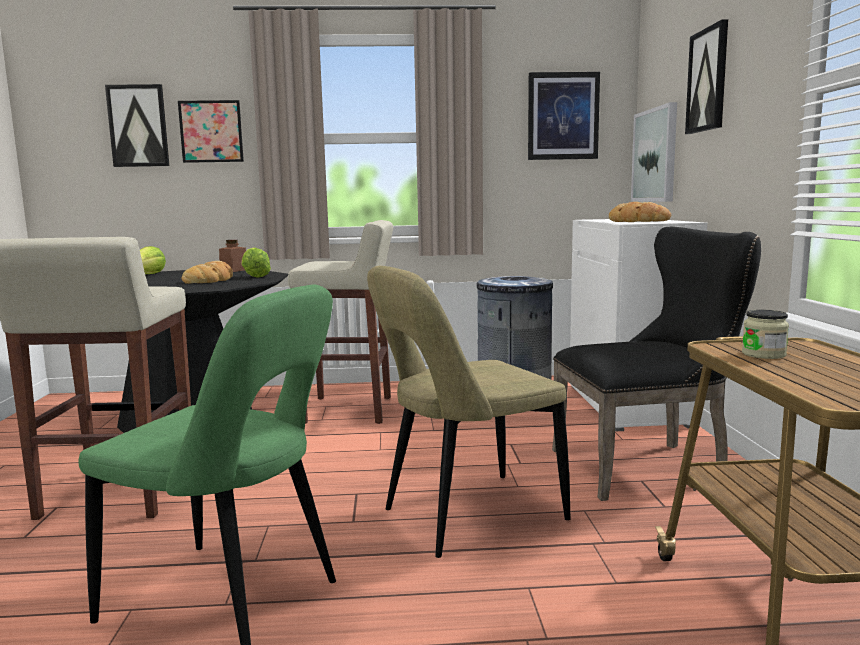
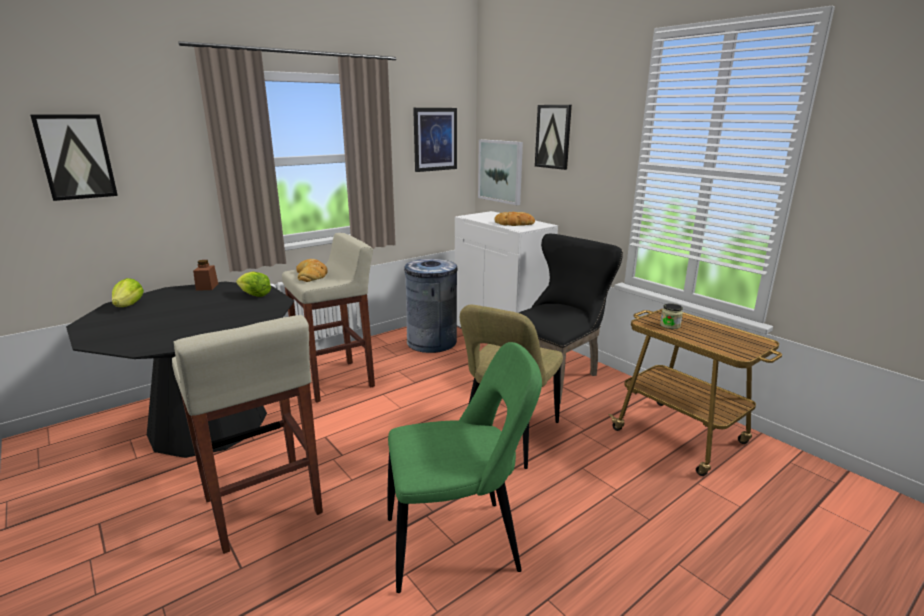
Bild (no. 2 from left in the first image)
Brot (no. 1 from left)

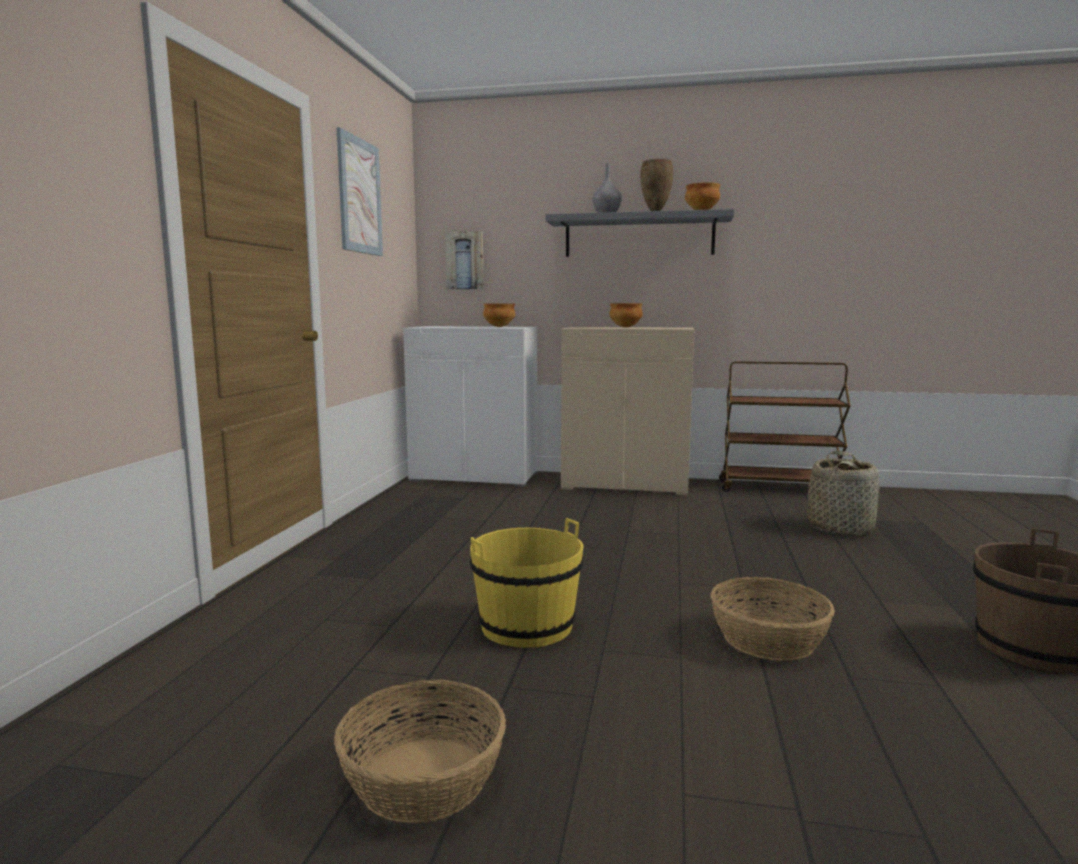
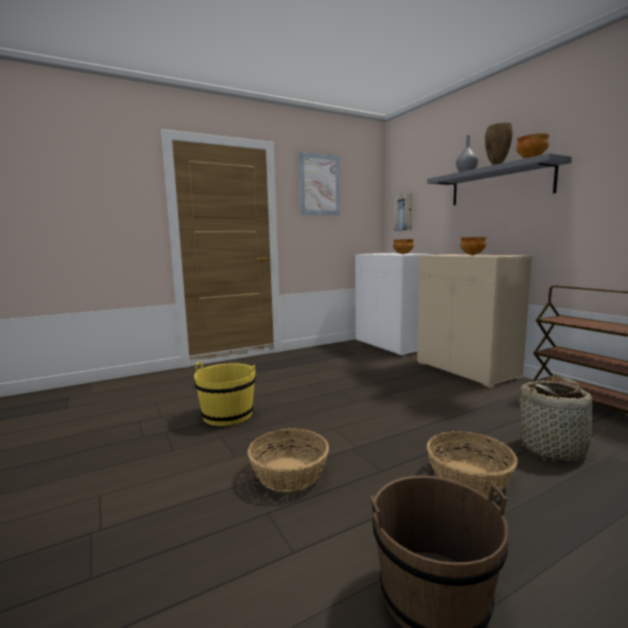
Korb (no. 2 from left)

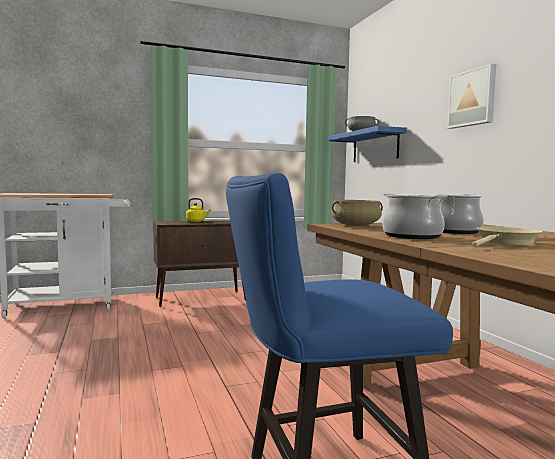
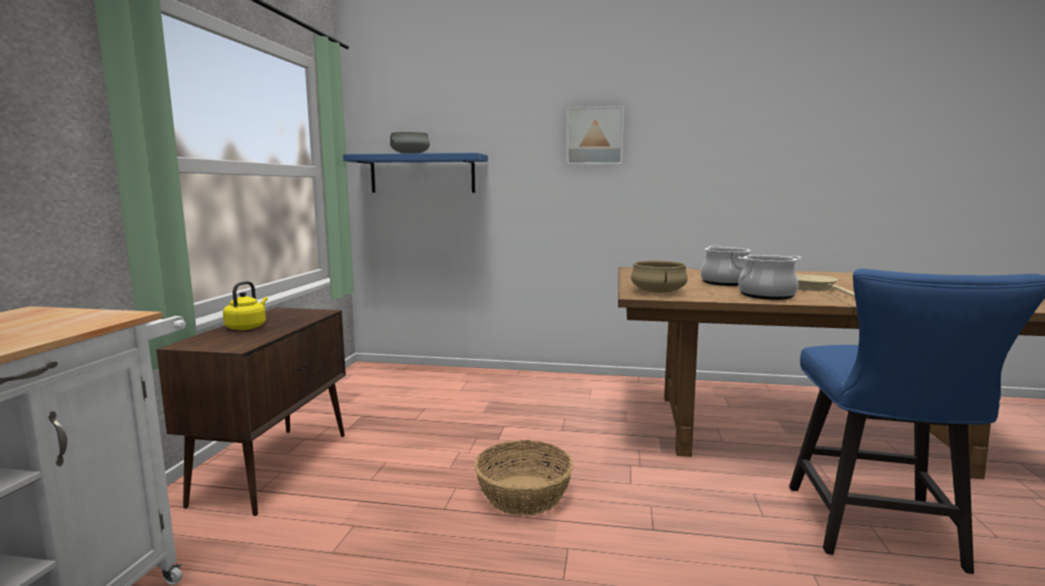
Korb

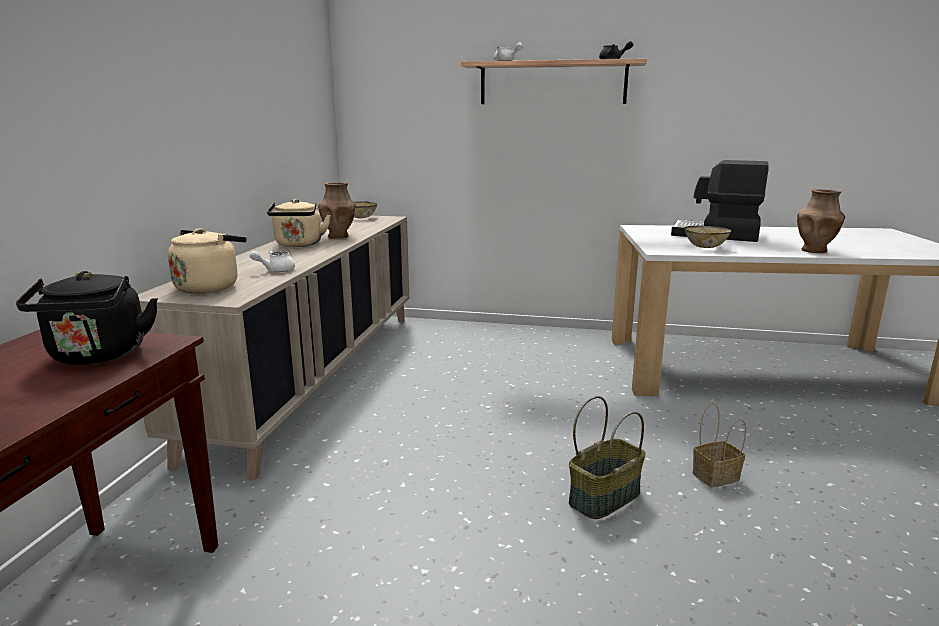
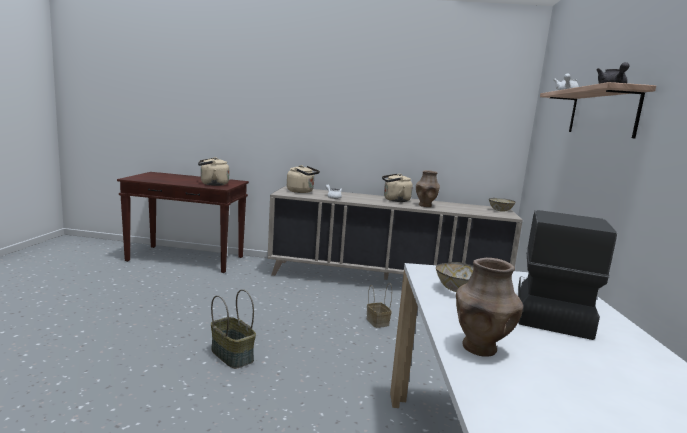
Wasserkessel [beige] (no. 1 from left)
Korb (no. 2 from left)

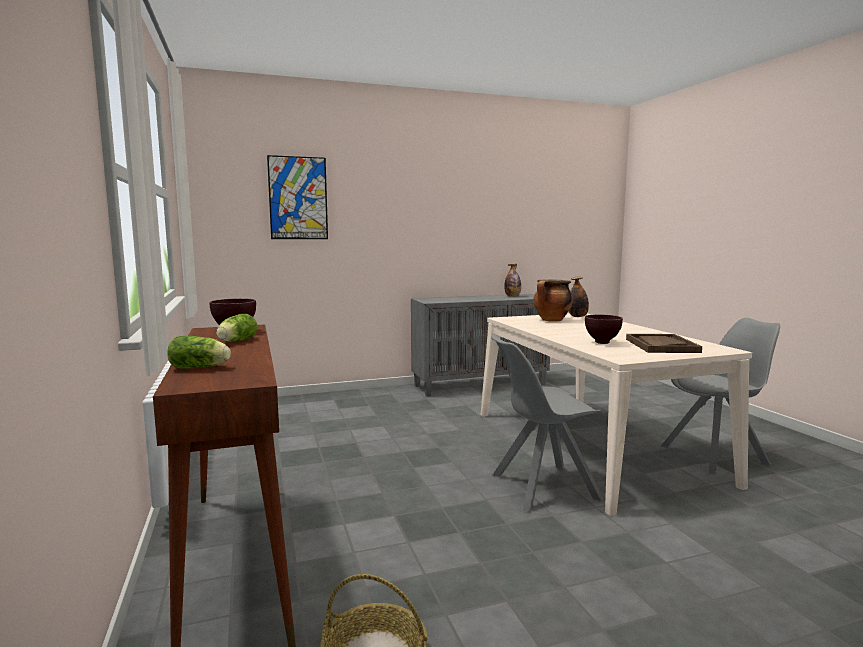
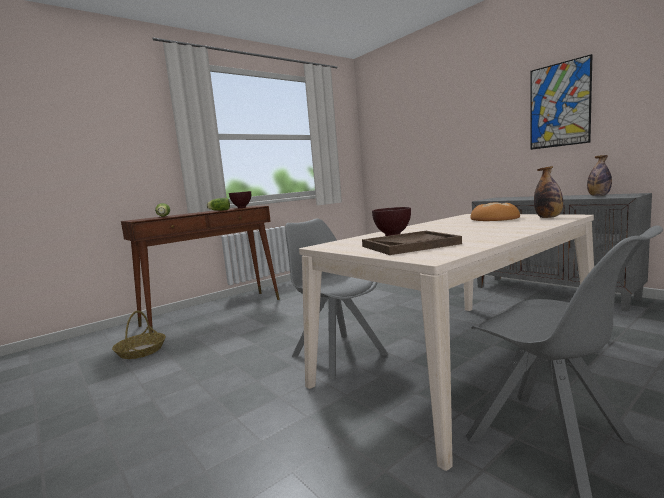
Bild
Brot

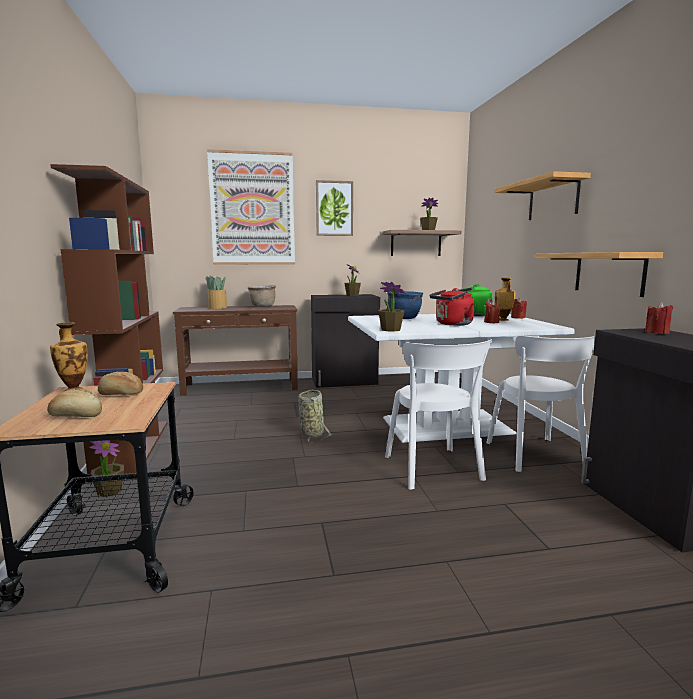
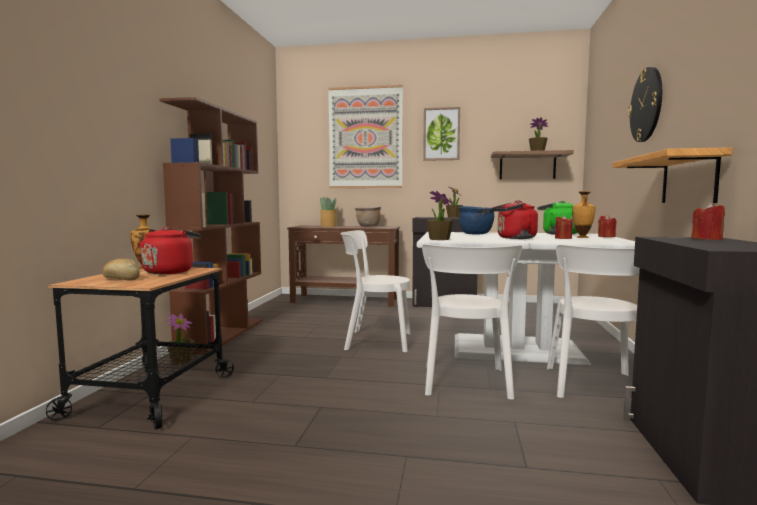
Wanduhr
Wasserkessel [rot] (no. 1 from left)
Stuhl [weiß] (no. 1 from left)

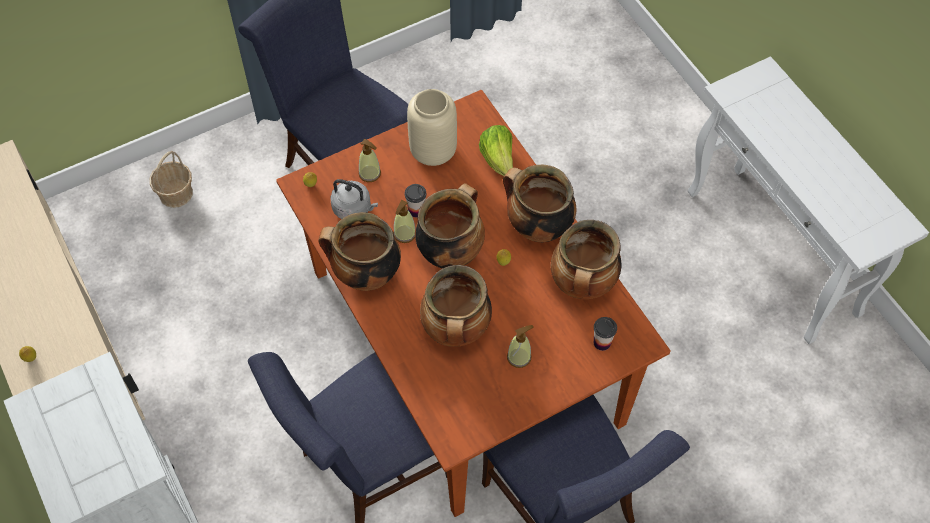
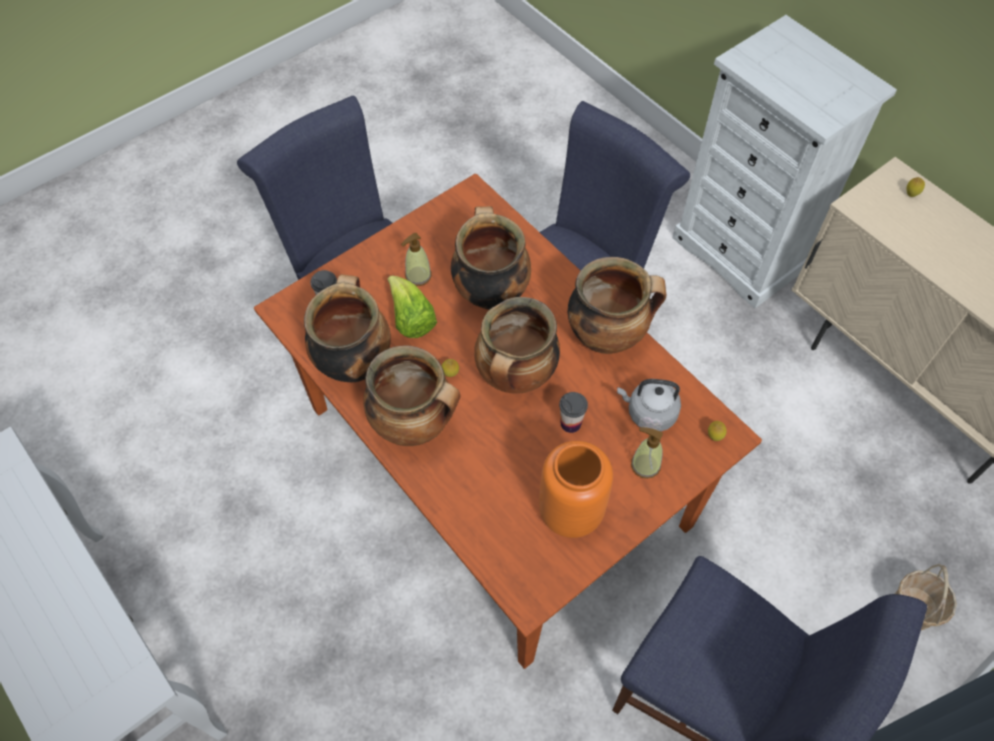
Vase [orange]
Salatkopf
Seifenspender (no. 2 from left in the first image)

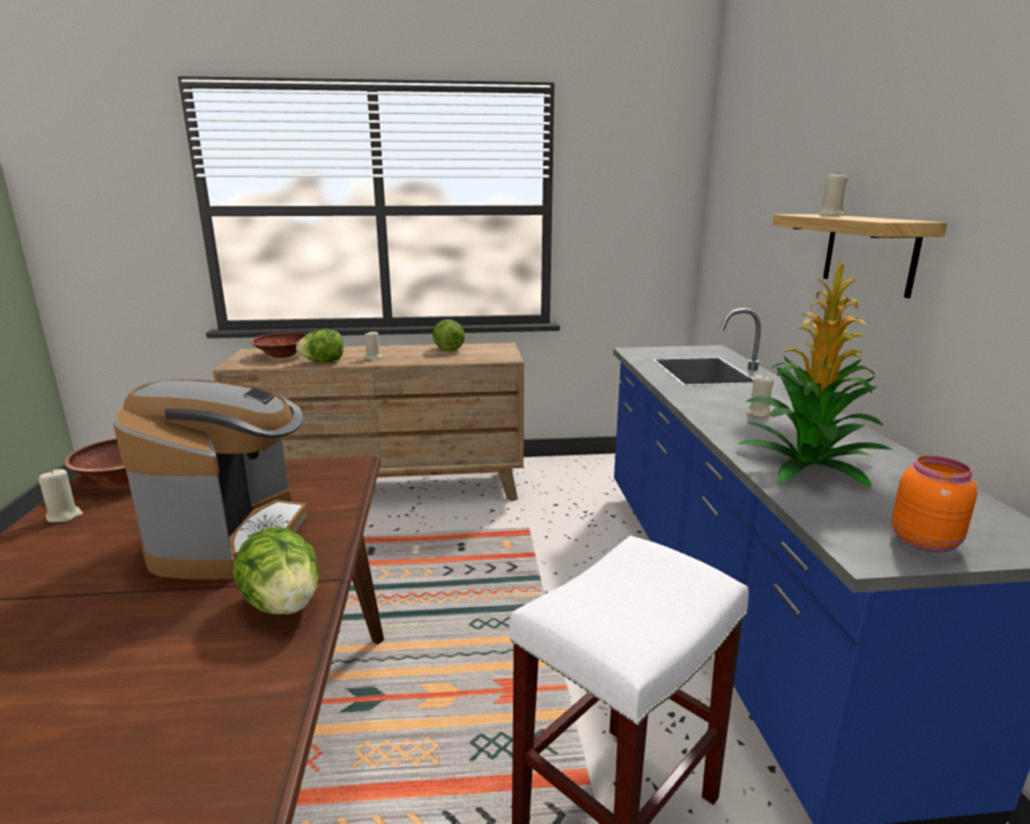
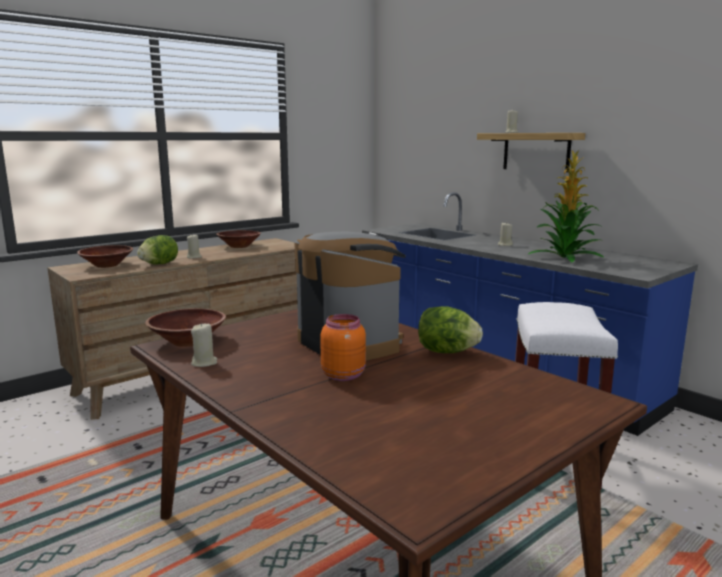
Schüssel [braun] (no. 3 from left)
Vorratsglas [orange]

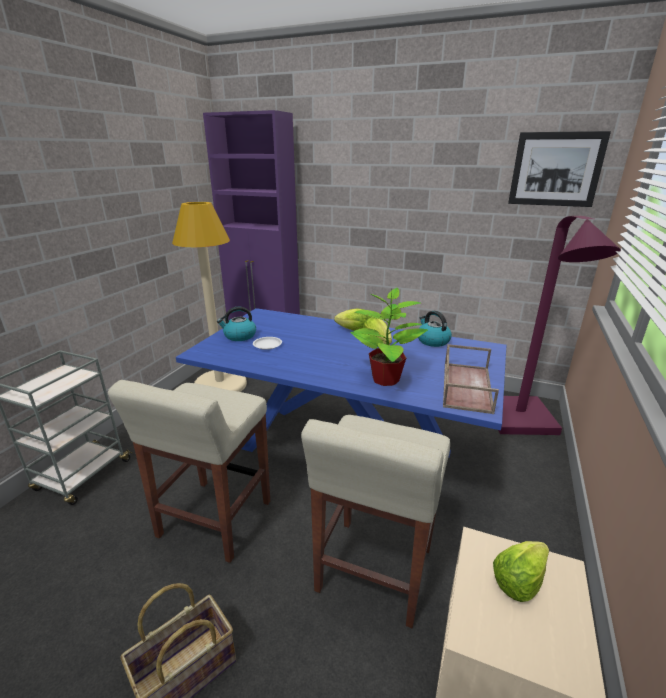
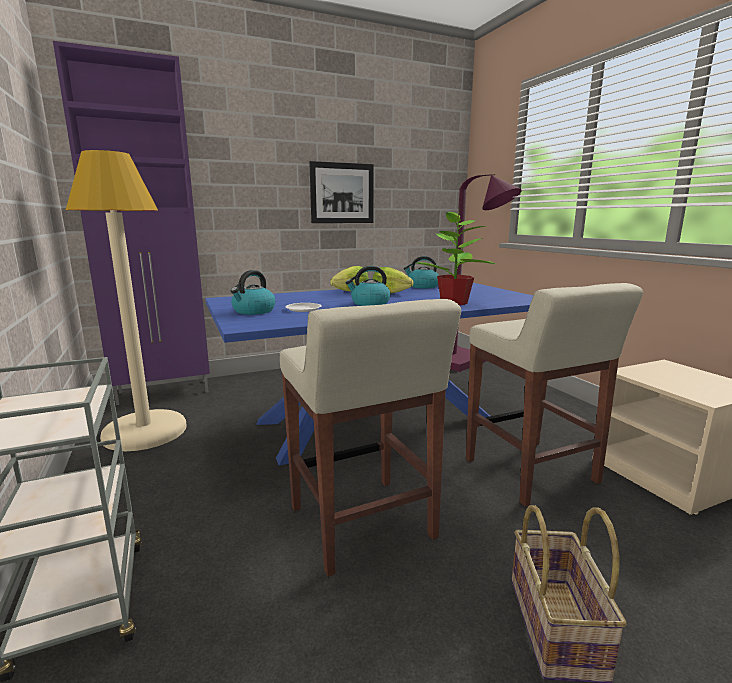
Bild
Tablett [braun]
Salatkopf (no. 3 from left in the first image)
Wasserkessel (no. 2 from left)

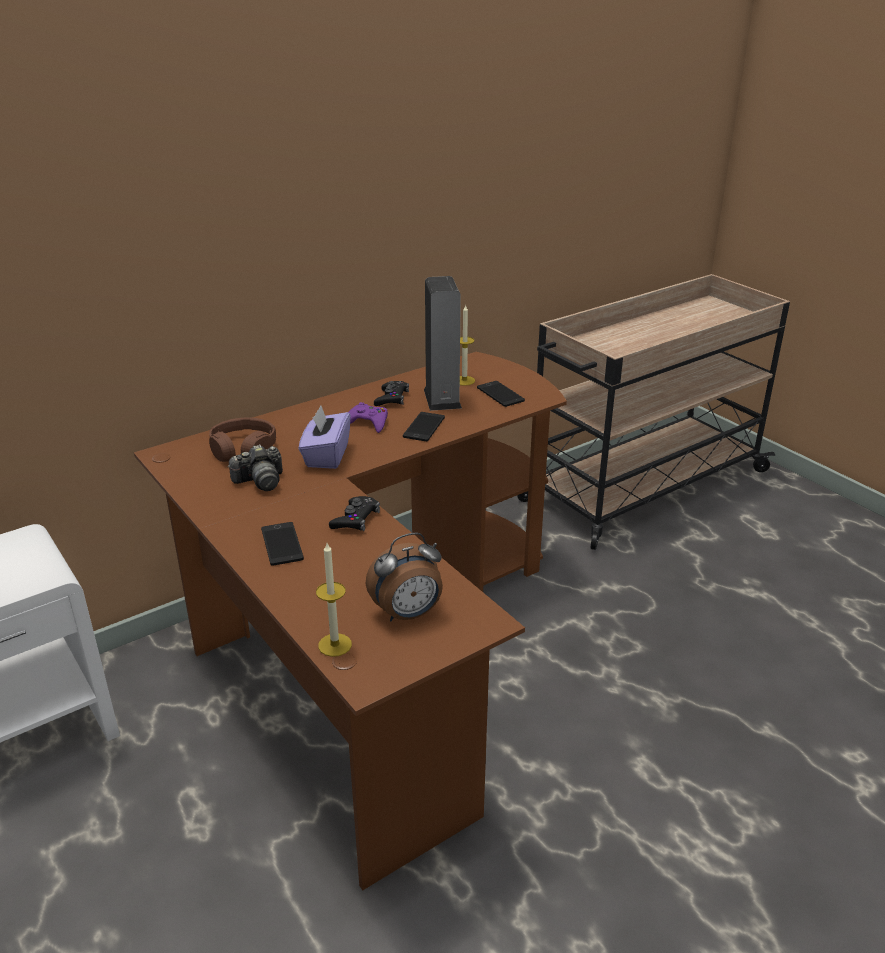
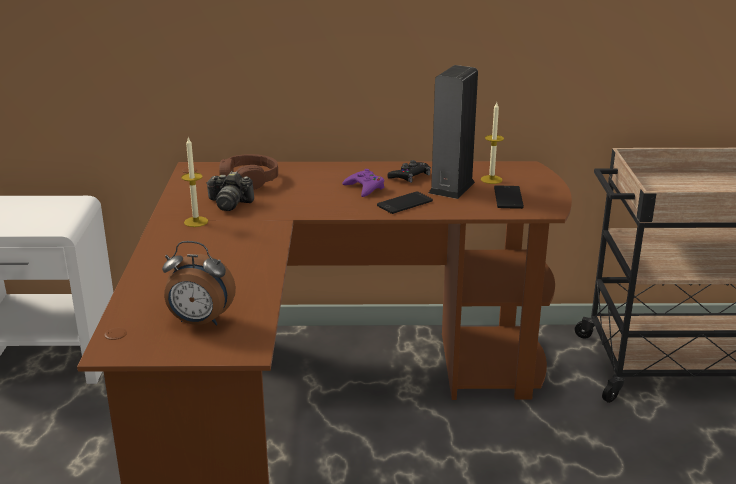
Taschentuchbox [lila]
Gamepad [schwarz] (no. 1 from left in the first image)
Handy (no. 1 from left in the first image)
Kerze (no. 1 from left)

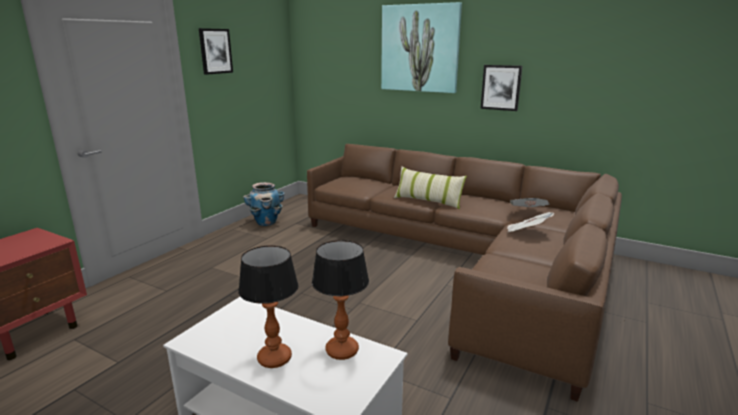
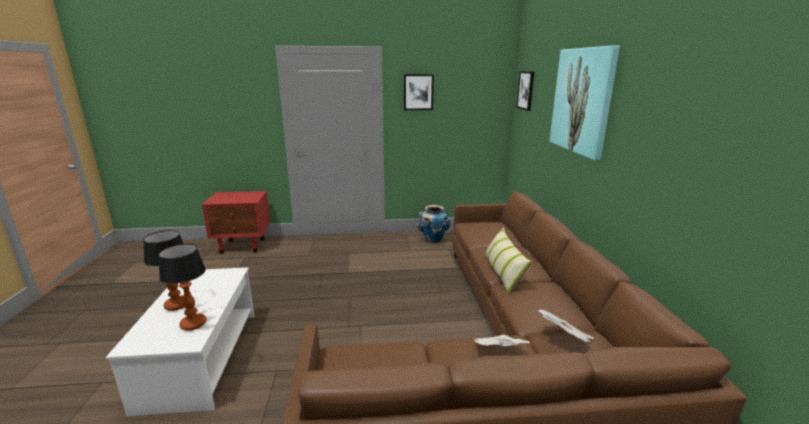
Bild (no. 2 from left)

